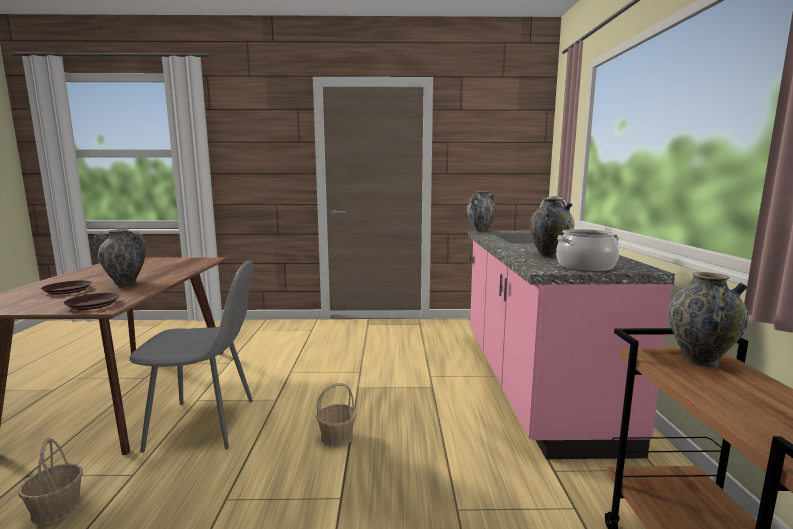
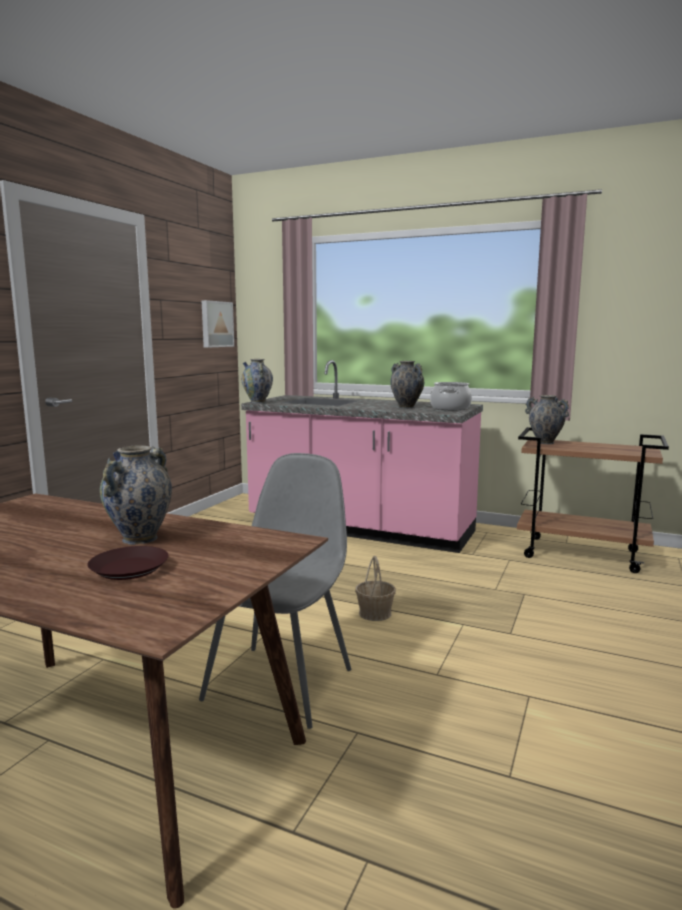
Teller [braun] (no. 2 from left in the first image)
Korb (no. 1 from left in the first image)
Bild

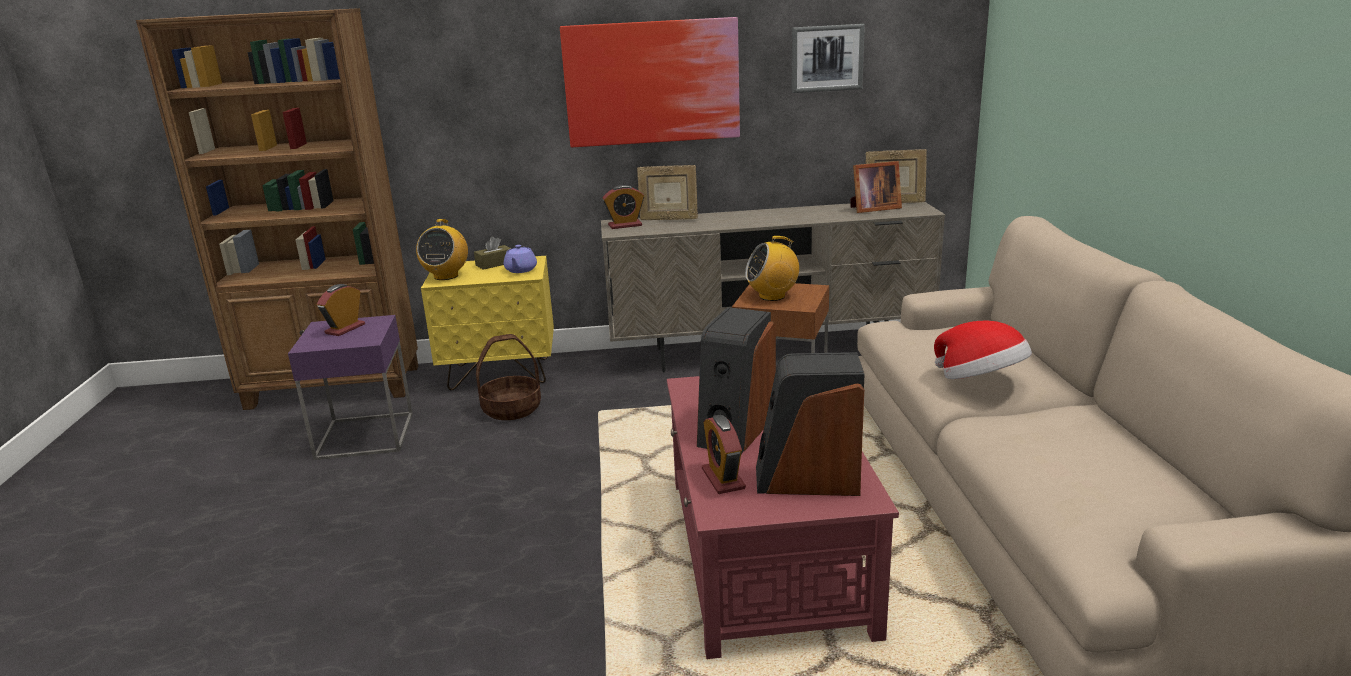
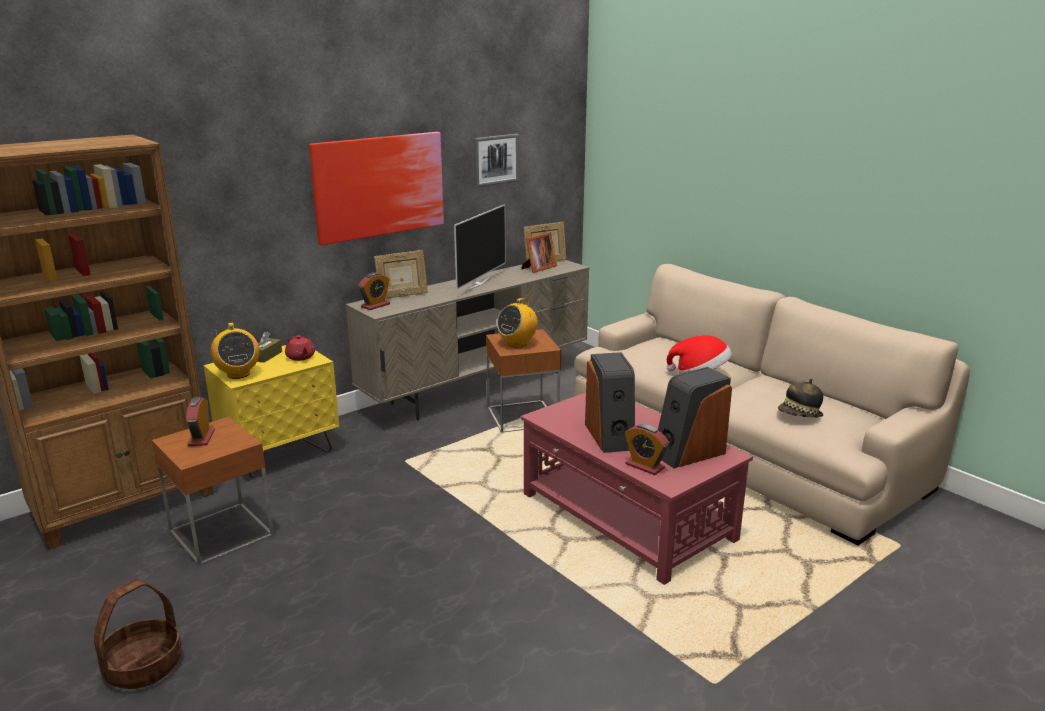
Teekanne [rot]
Beistelltisch [braun] (no. 1 from left)
Korb
Fernseher
Hut (no. 2 from left)

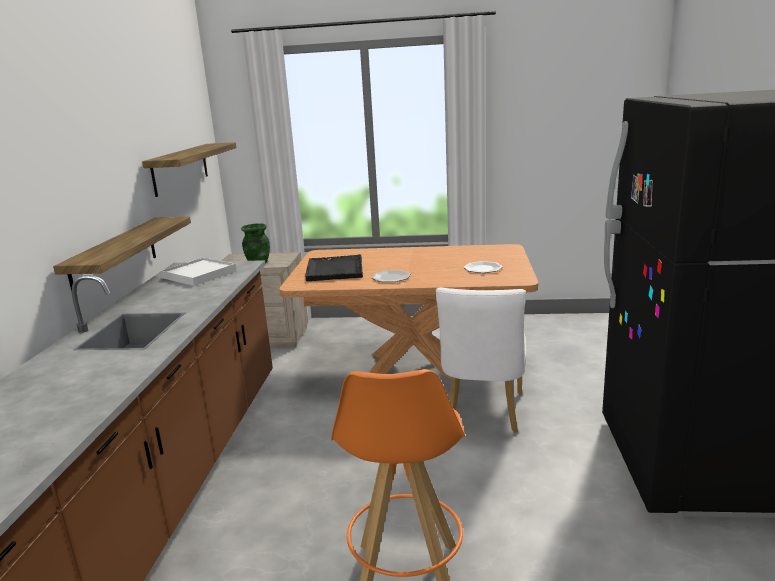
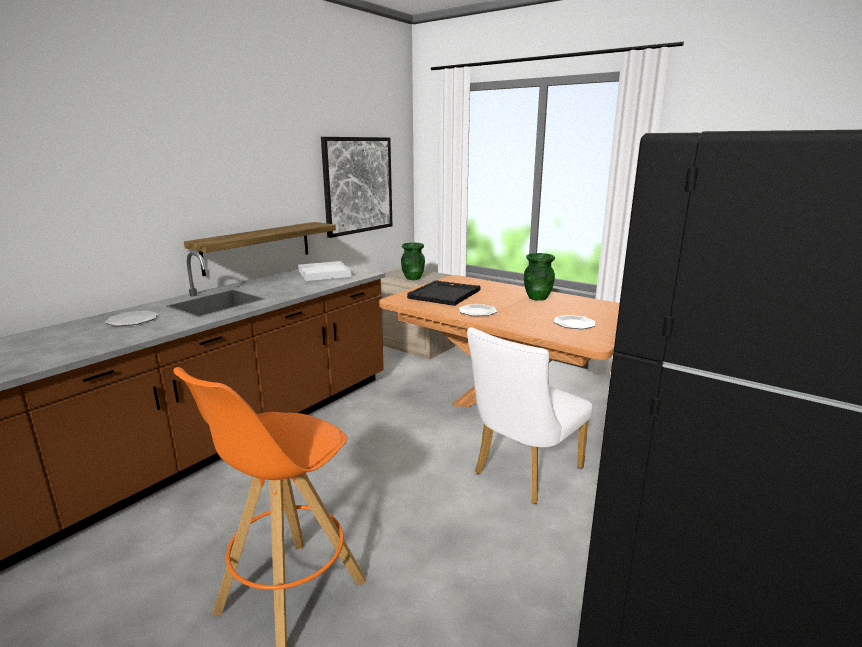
Bild
Vase [grün] (no. 2 from left)
Teller (no. 1 from left)

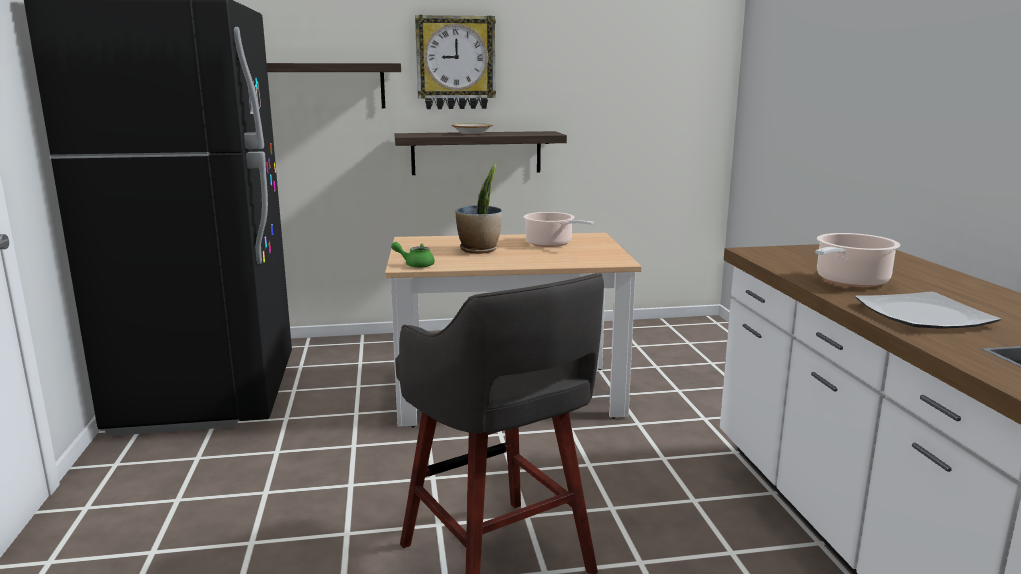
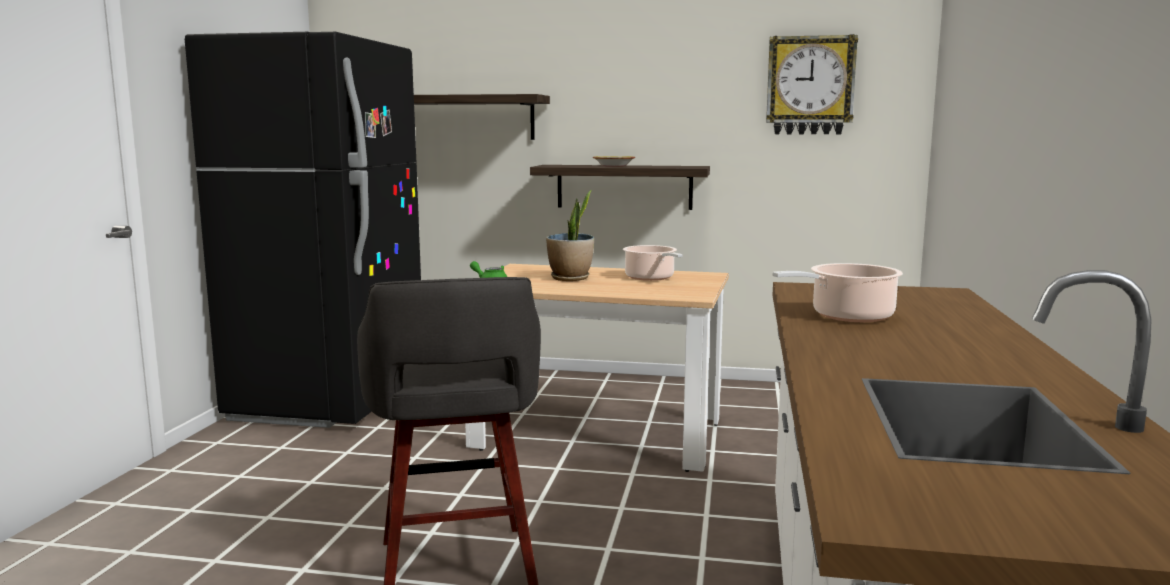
Wanduhr
Teller

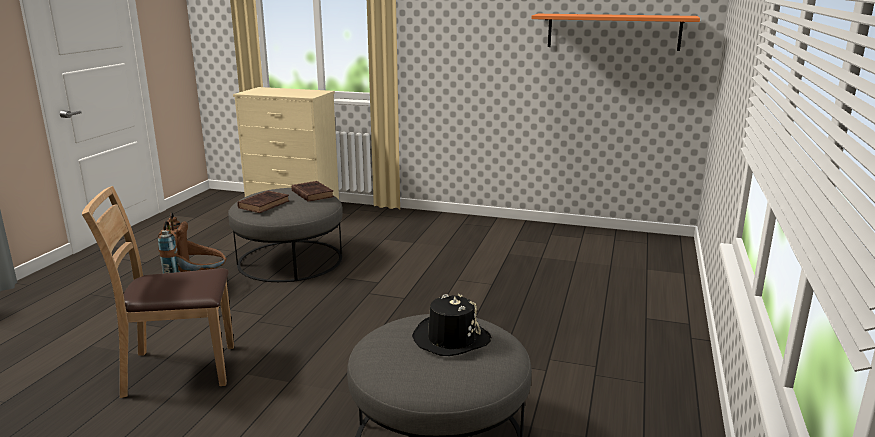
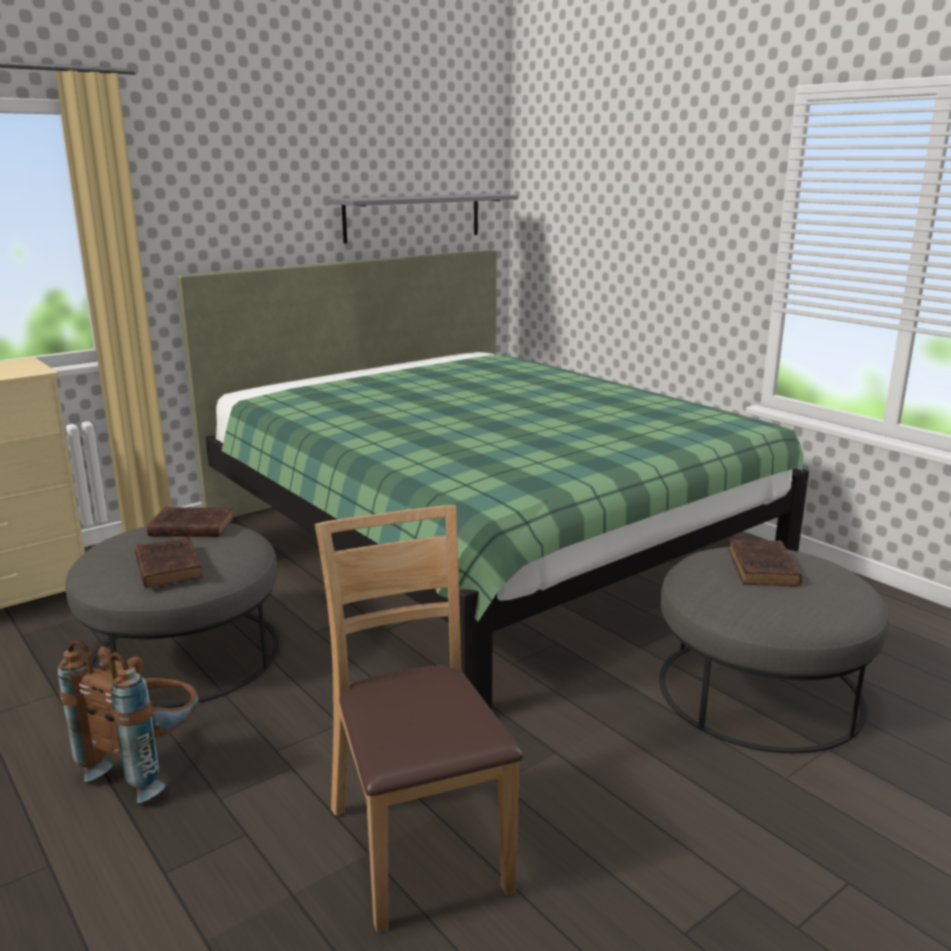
Wandregal [grau]
Stuhl [braun]
Buch [braun] (no. 3 from left)
Bett [grün]

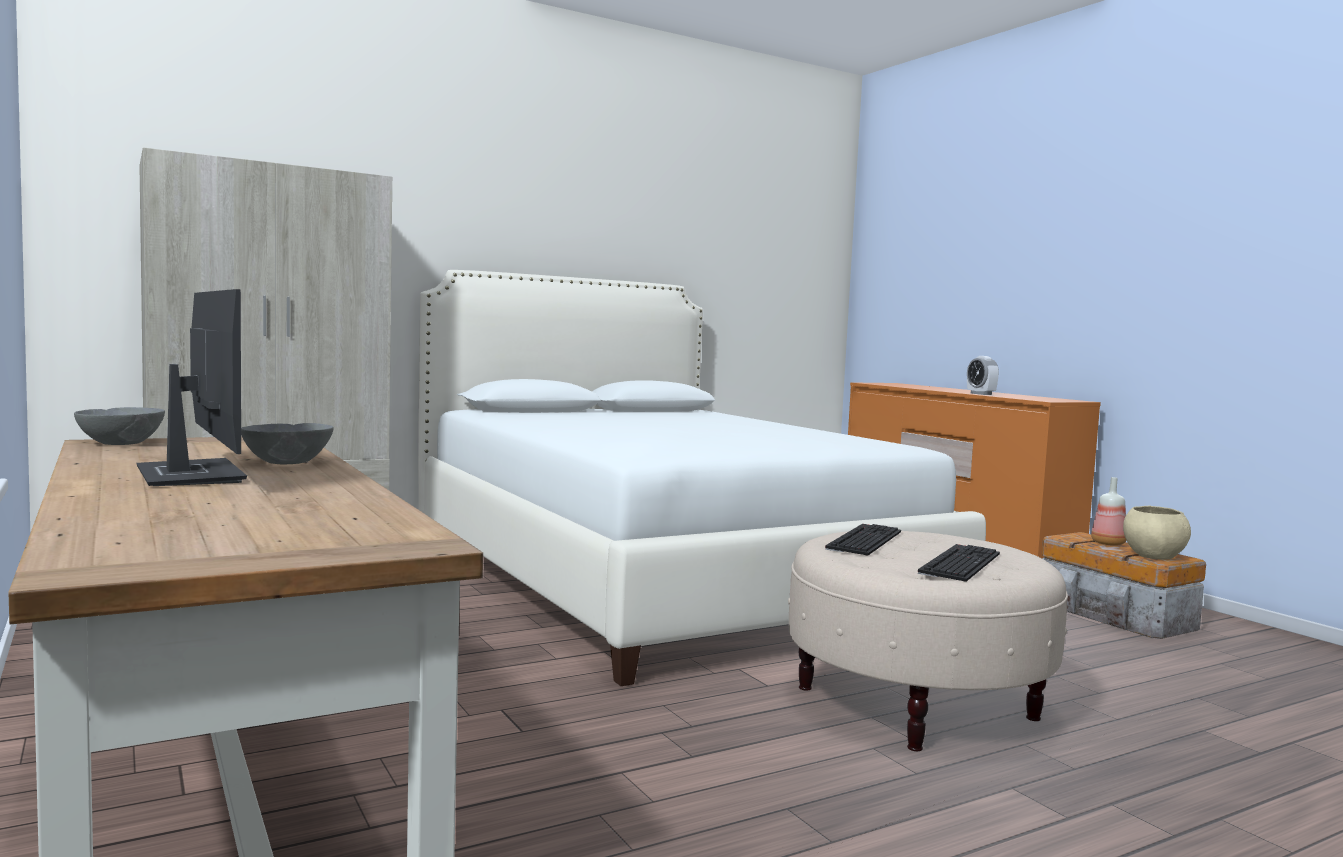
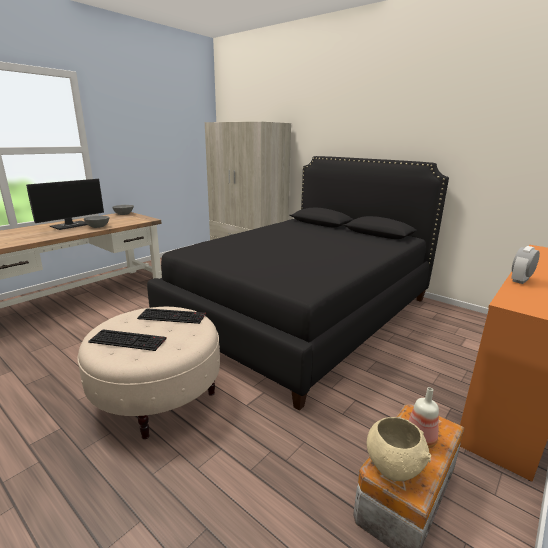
Bett [schwarz]

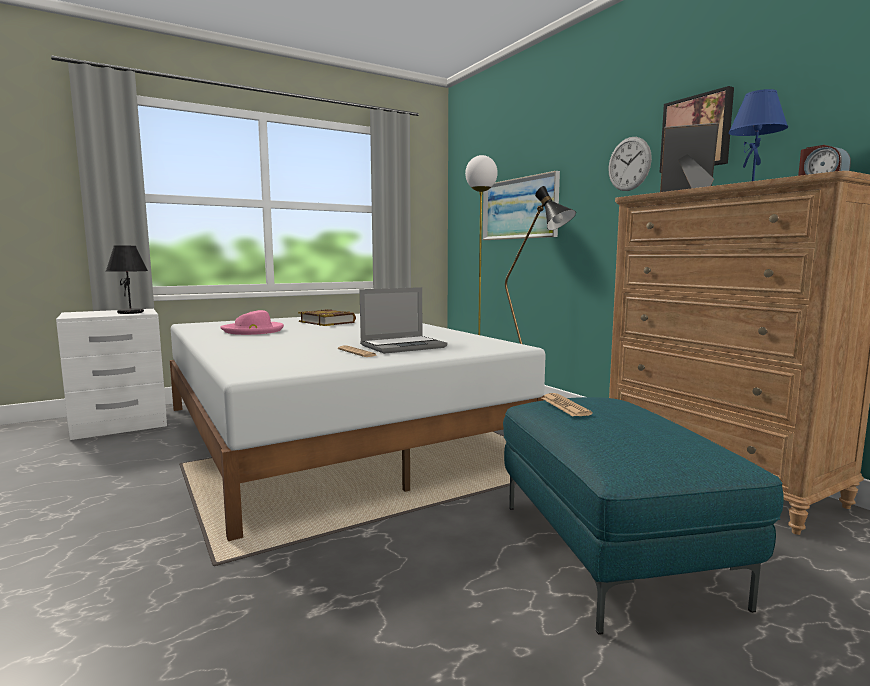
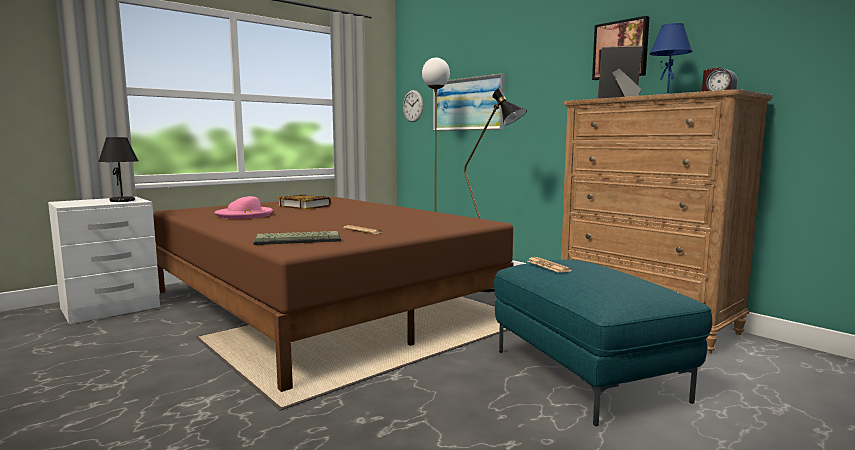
Wanduhr
Laptop
Bett [braun]
Tastatur

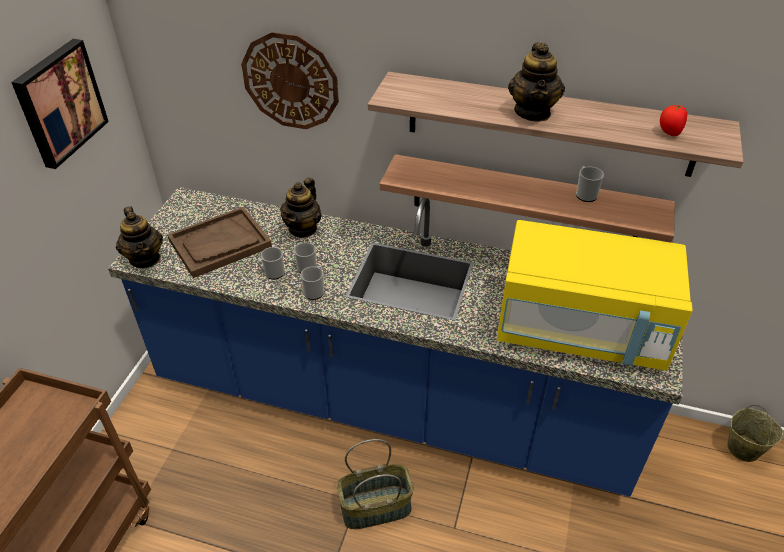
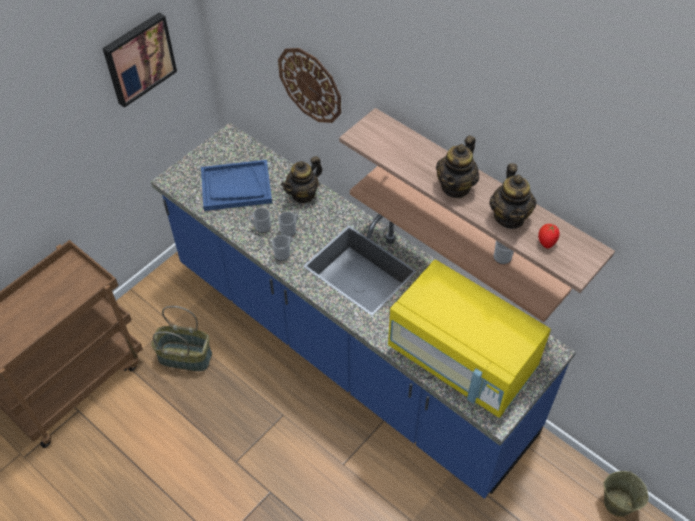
Teekanne (no. 3 from left)
Tablett [blau]
Korb

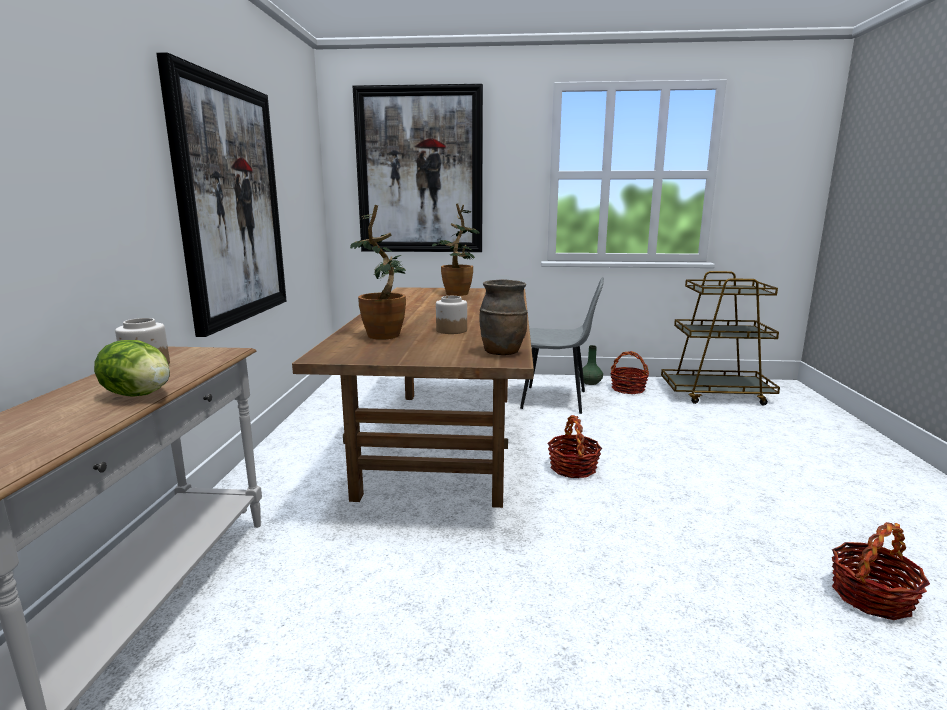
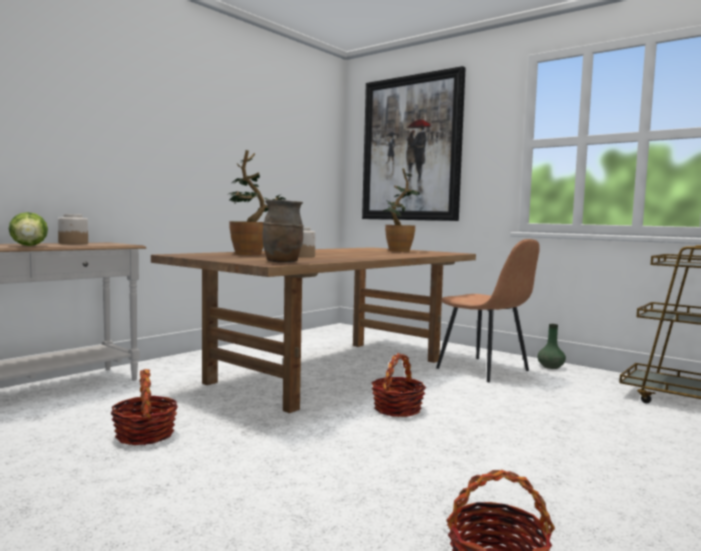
Bild (no. 1 from left in the first image)
Stuhl [braun]
Korb (no. 1 from left)

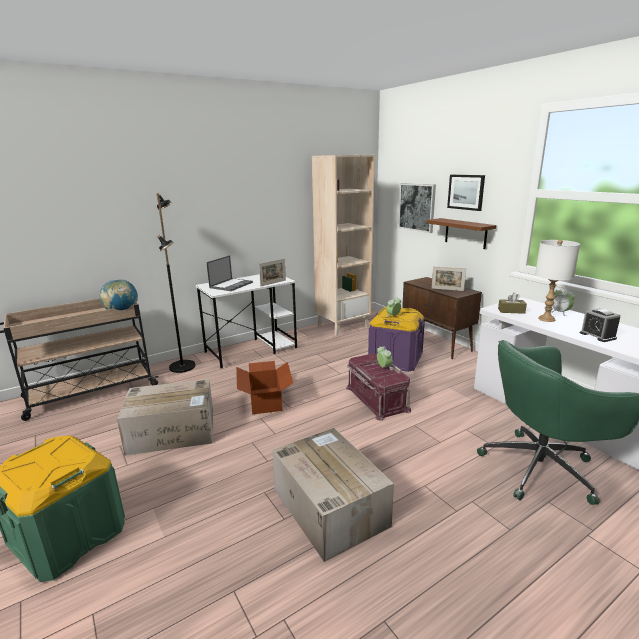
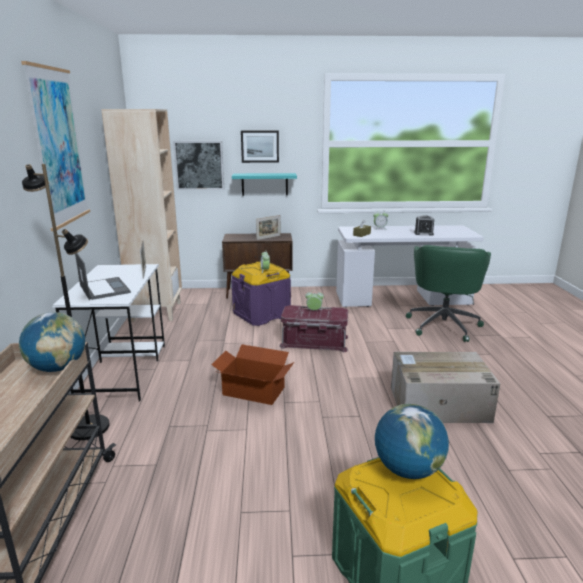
Wandregal [türkis]
Tischlampe [weiß]
Karton (no. 1 from left in the first image)
Bild (no. 1 from left)
Globus (no. 2 from left)

